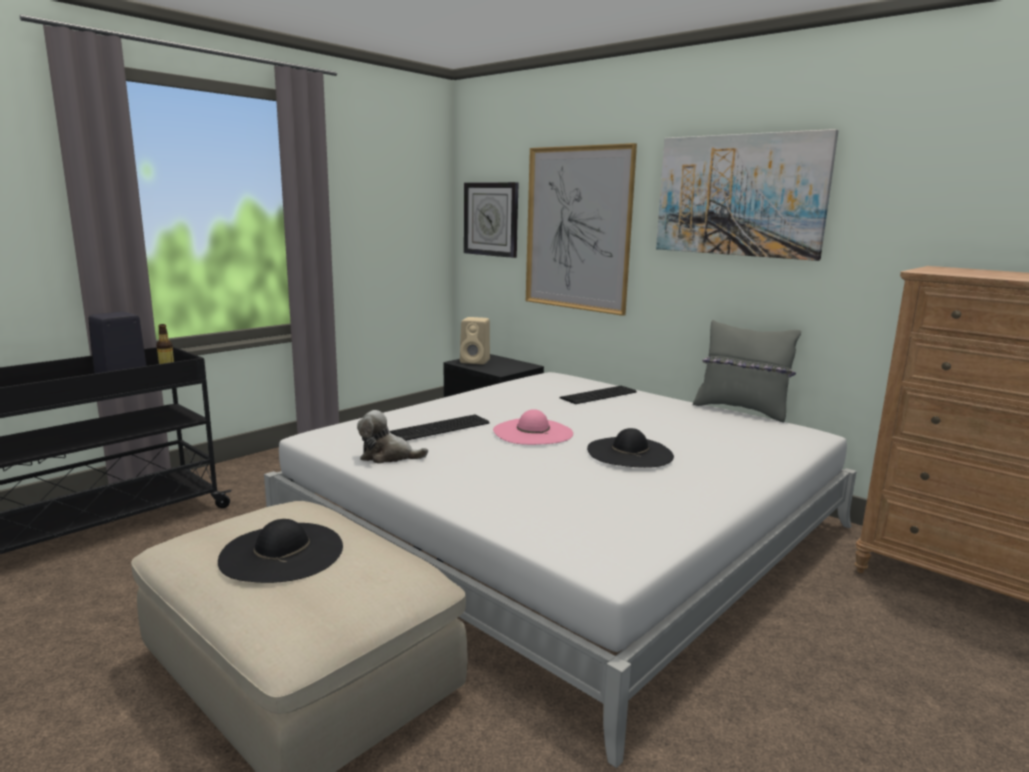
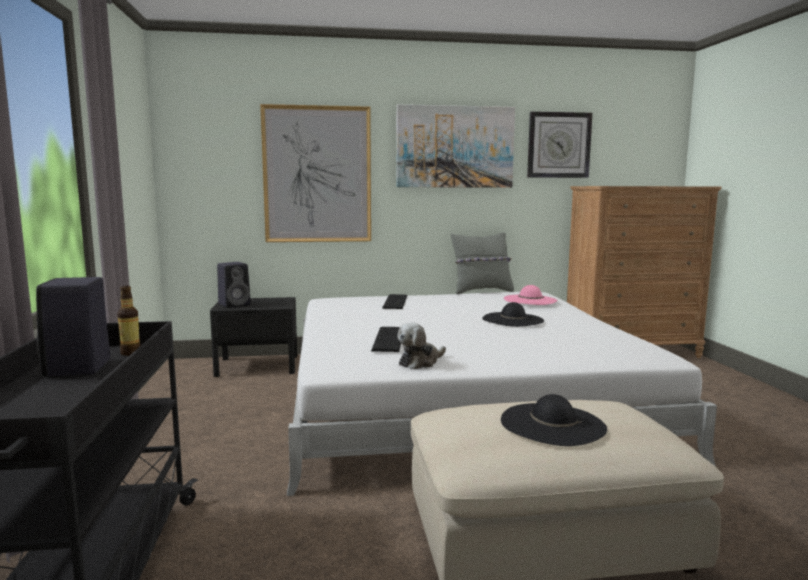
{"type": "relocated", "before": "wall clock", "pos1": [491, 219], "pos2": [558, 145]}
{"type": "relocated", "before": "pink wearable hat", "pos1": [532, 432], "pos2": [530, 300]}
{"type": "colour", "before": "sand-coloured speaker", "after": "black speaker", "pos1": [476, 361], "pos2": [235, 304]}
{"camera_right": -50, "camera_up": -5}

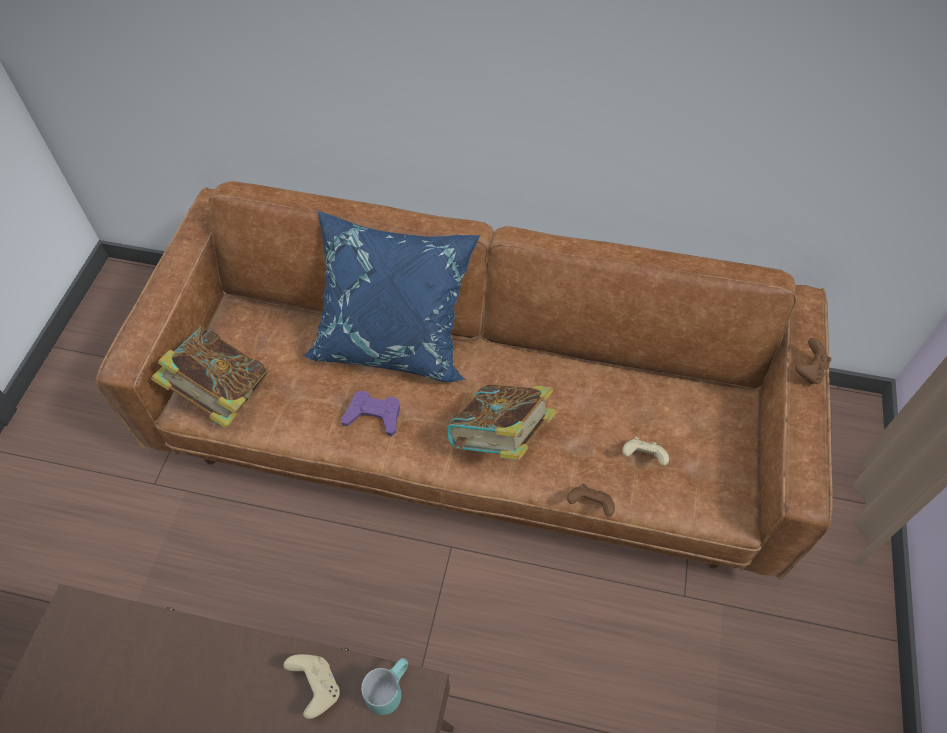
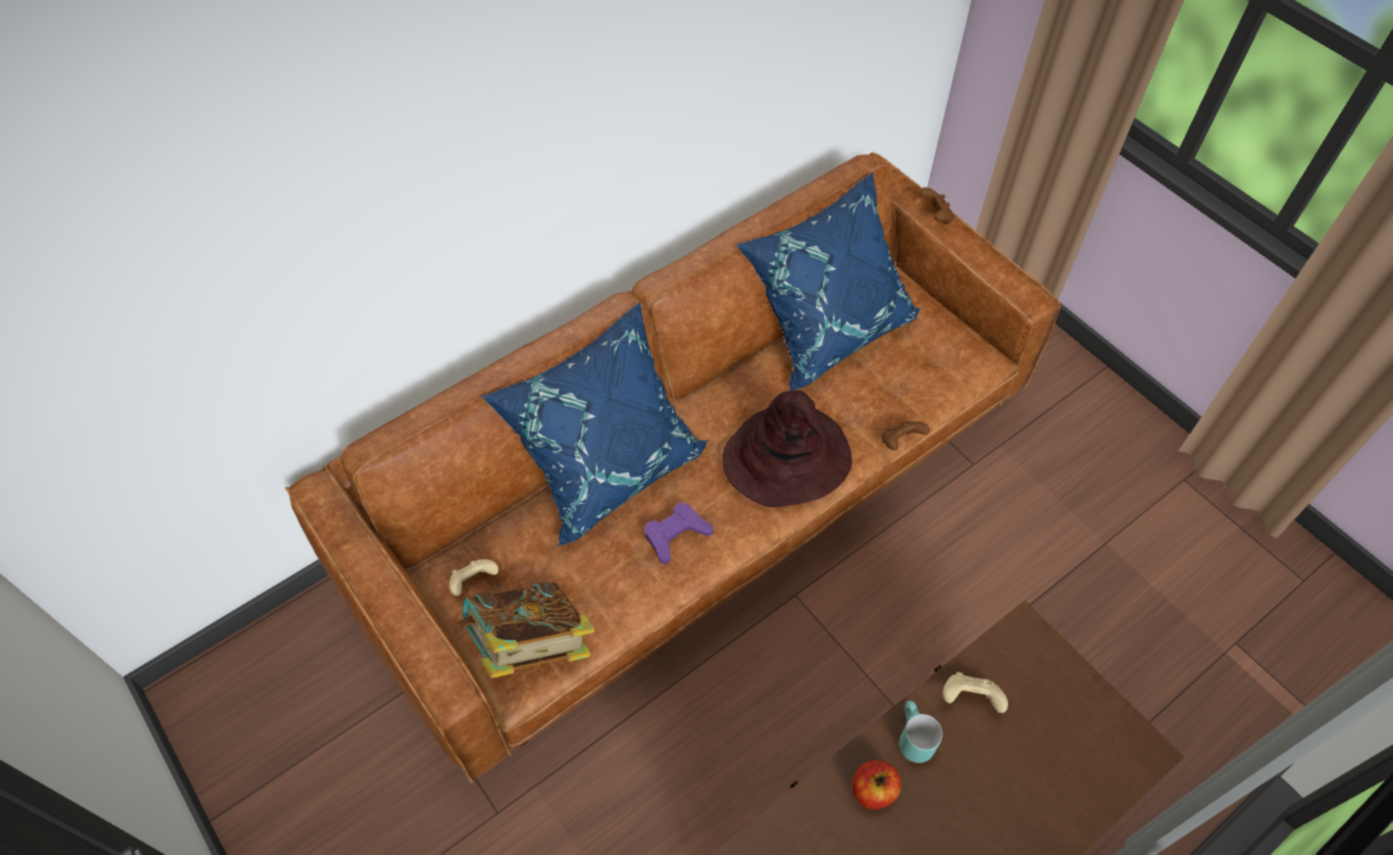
{"type": "appeared", "after": "bluish pillow", "pos2": [828, 327]}
{"type": "appeared", "after": "apple", "pos2": [873, 790]}
{"type": "relocated", "before": "turquoise coffee mug", "pos1": [387, 688], "pos2": [910, 738]}
{"type": "relocated", "before": "sand-coloured game controller", "pos1": [643, 457], "pos2": [474, 582]}
{"type": "exchanged", "before": "bound book", "after": "brownish wearable hat", "pos1": [500, 439], "pos2": [787, 458]}
{"camera_right": -50, "camera_up": 0}

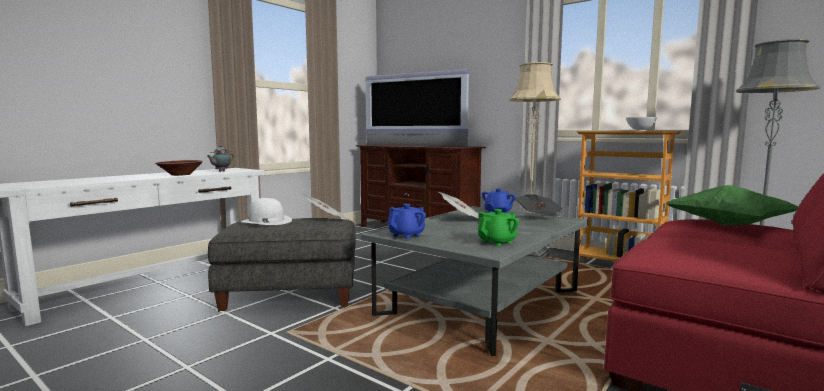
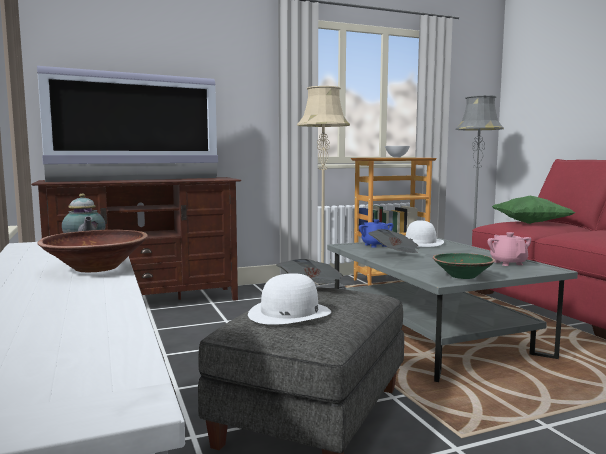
{"type": "exchanged", "before": "bluish pot for tea", "after": "green bowl", "pos1": [407, 235], "pos2": [462, 276]}
{"type": "exchanged", "before": "newspaper", "after": "white-coloured wearable hat", "pos1": [539, 218], "pos2": [420, 242]}
{"type": "colour", "before": "green pot for tea", "after": "pink pot for tea", "pos1": [497, 242], "pos2": [508, 263]}
{"camera_right": -60, "camera_up": 0}

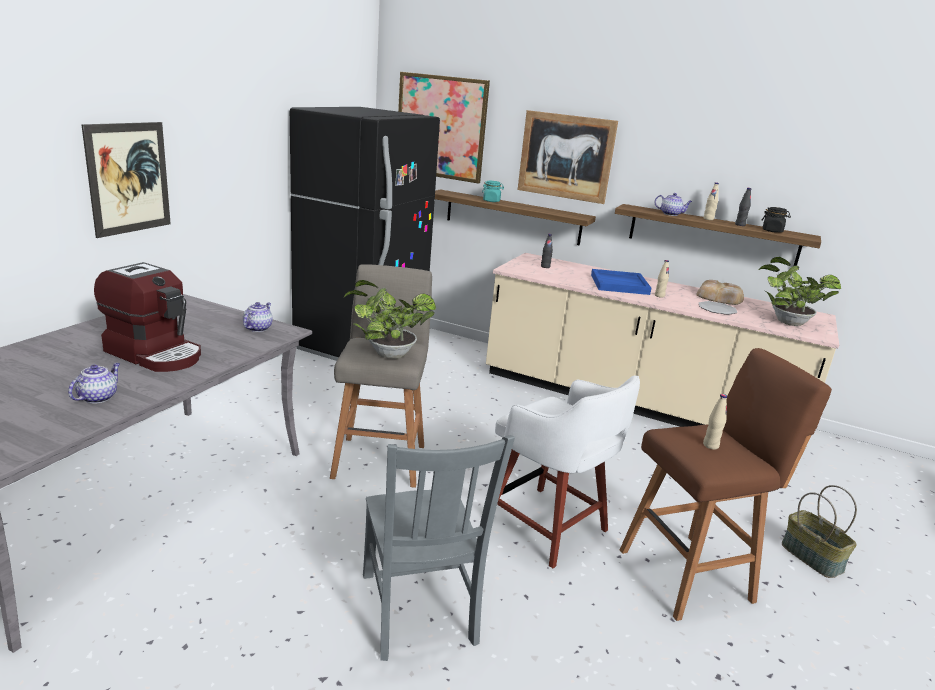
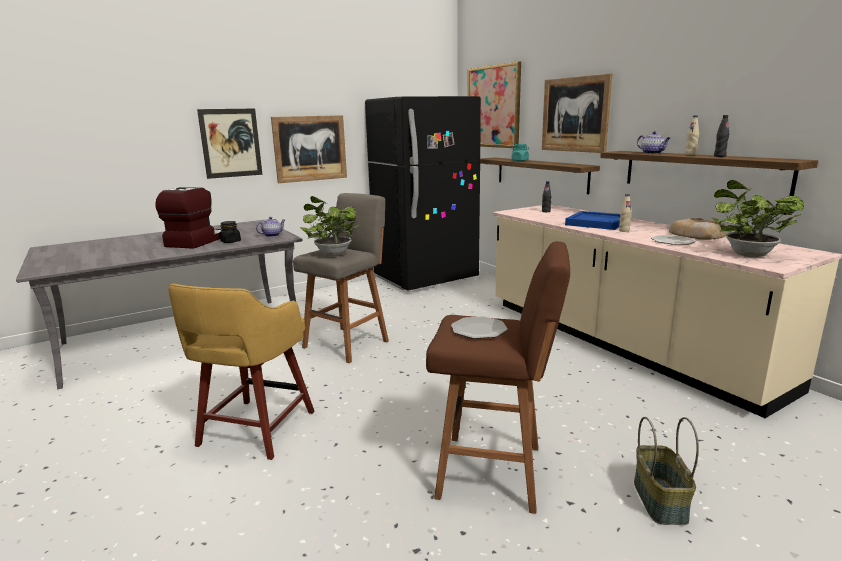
{"type": "missing", "before": "pot for tea", "pos1": [98, 397]}
{"type": "missing", "before": "white-coloured stool seat", "pos1": [548, 528]}
{"type": "appeared", "after": "wall picture", "pos2": [310, 148]}
{"type": "relocated", "before": "black storage jar", "pos1": [772, 231], "pos2": [231, 241]}
{"type": "exchanged", "before": "gray chair", "after": "yellow-coloured stool seat", "pos1": [418, 611], "pos2": [254, 430]}
{"type": "exchanged", "before": "sand-coloured drink bottle", "after": "dinner plate", "pos1": [710, 445], "pos2": [479, 329]}
{"type": "spun", "before": "coffee brewer", "pos1": [156, 354], "pos2": [196, 241], "turn": -135}
{"camera_right": 35, "camera_up": -5}

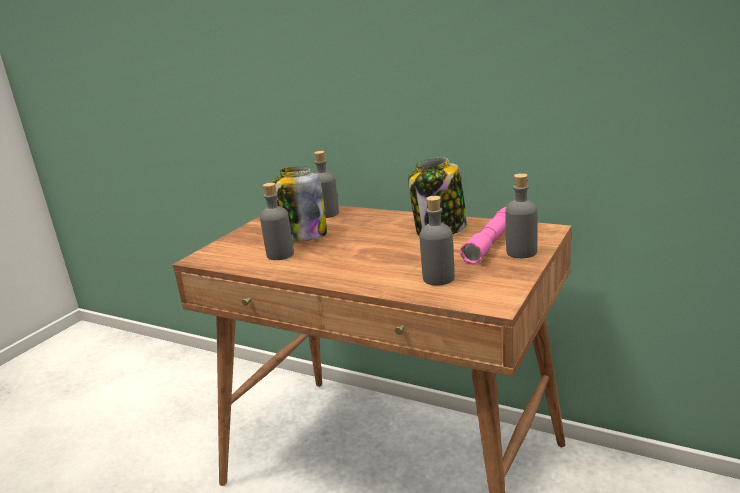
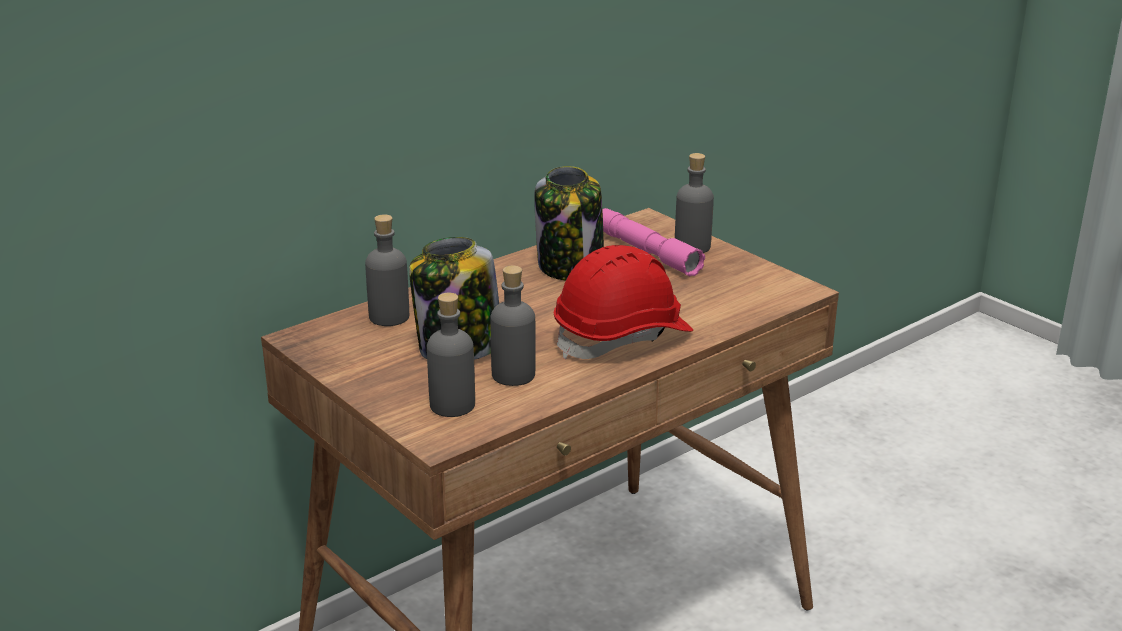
{"type": "appeared", "after": "red-coloured safety helmet", "pos2": [623, 337]}
{"type": "relocated", "before": "gray drink bottle", "pos1": [438, 278], "pos2": [452, 405]}
{"camera_right": -70, "camera_up": 5}

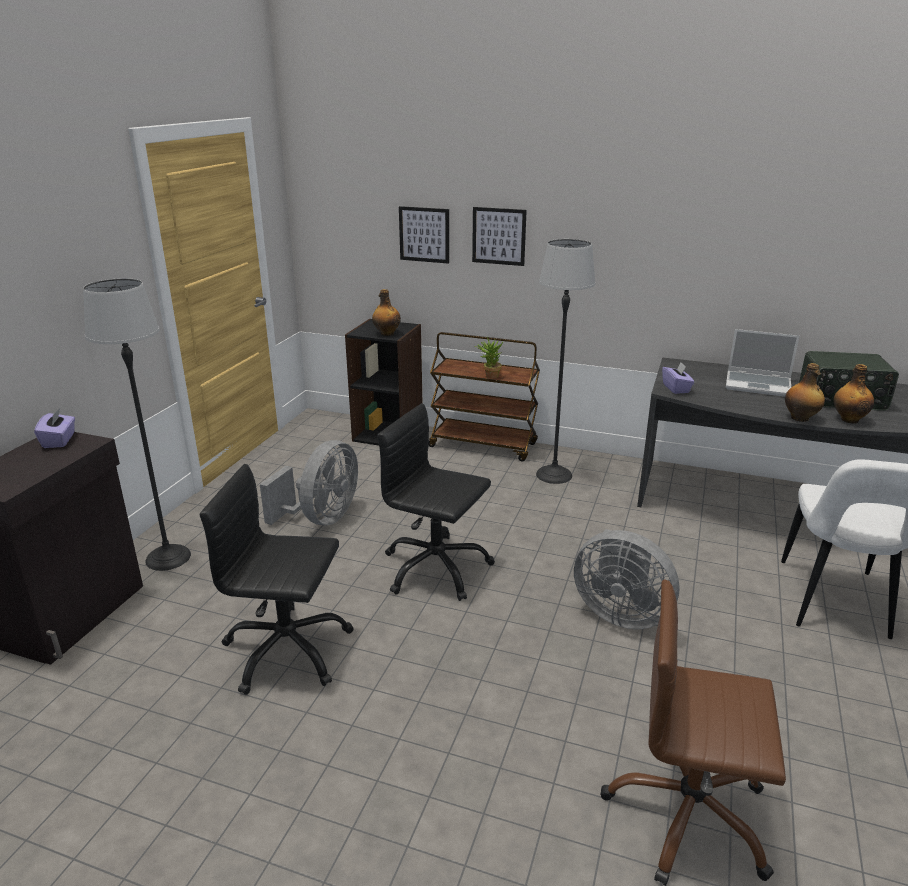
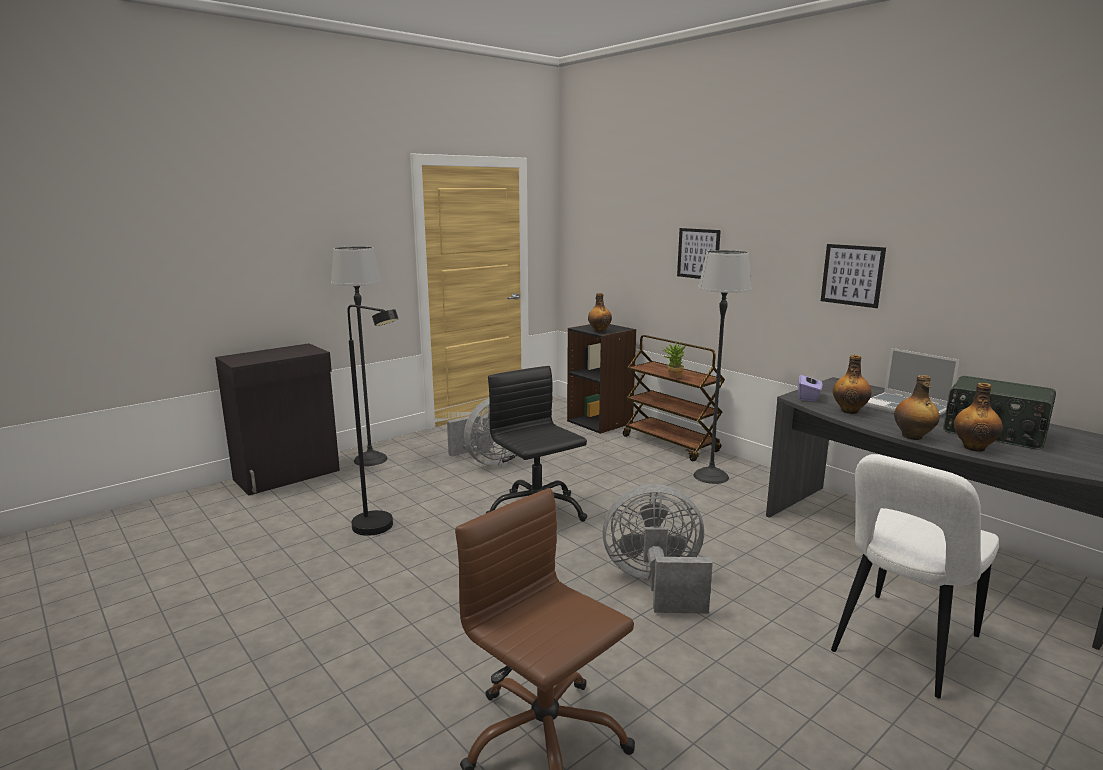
{"type": "missing", "before": "purple-coloured tissue holder", "pos1": [59, 440]}
{"type": "appeared", "after": "drink bottle", "pos2": [849, 411]}
{"type": "relocated", "before": "wall picture", "pos1": [424, 234], "pos2": [852, 275]}
{"type": "exchanged", "before": "black computer chair", "after": "black standard lamp", "pos1": [287, 650], "pos2": [380, 529]}
{"type": "spun", "before": "gray electric fan", "pos1": [621, 613], "pos2": [656, 584], "turn": 120}
{"camera_right": 30, "camera_up": -10}

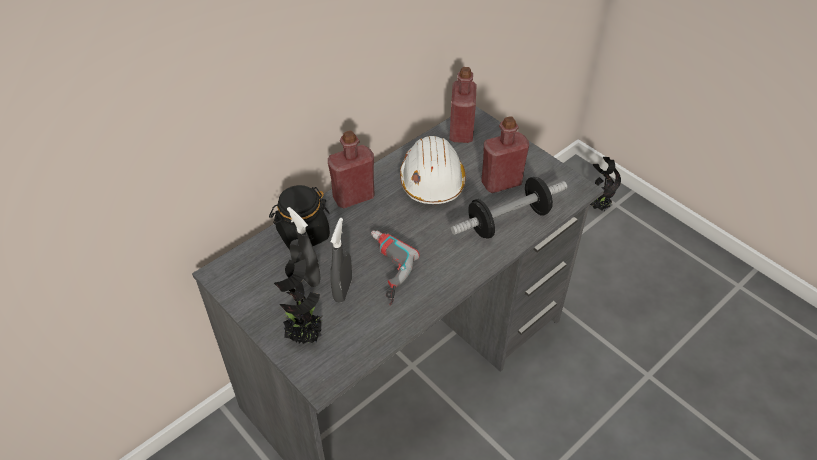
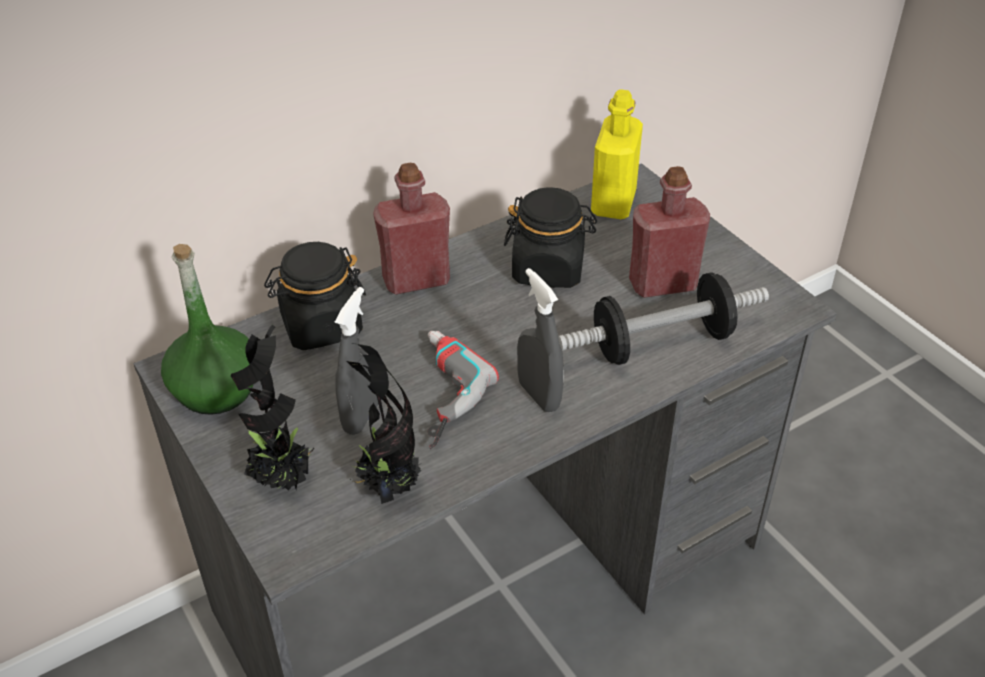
{"type": "appeared", "after": "green drink bottle", "pos2": [217, 389]}
{"type": "relocated", "before": "gray hand sprayer", "pos1": [307, 276], "pos2": [539, 396]}
{"type": "relocated", "before": "potted plant", "pos1": [597, 207], "pos2": [387, 486]}
{"type": "exchanged", "before": "white-coloured safety helmet", "after": "black storage jar", "pos1": [432, 180], "pos2": [548, 269]}
{"type": "colour", "before": "red-coloured drink bottle", "after": "yellow-coloured drink bottle", "pos1": [461, 132], "pos2": [613, 203]}
{"camera_right": 10, "camera_up": -5}

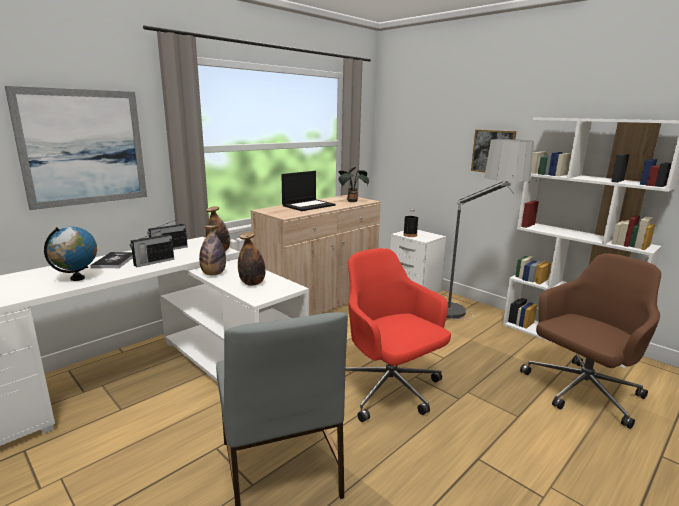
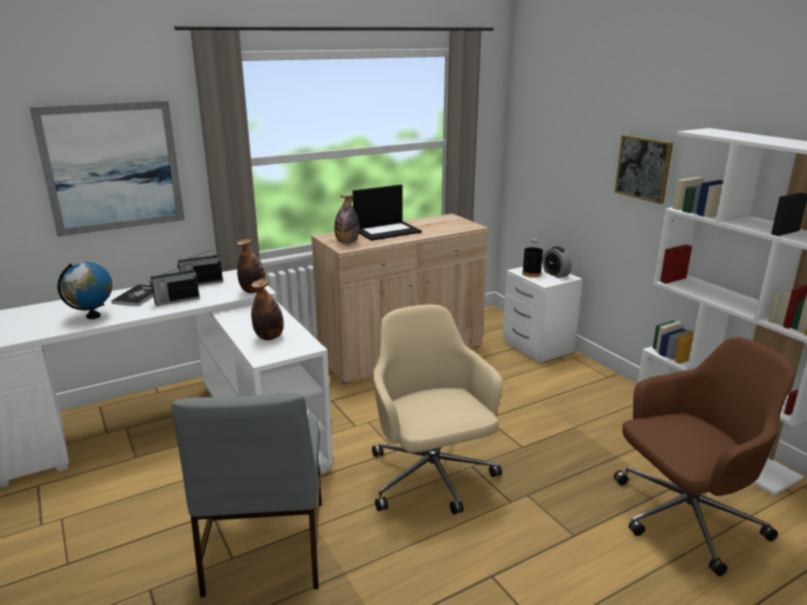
{"type": "missing", "before": "potted plant", "pos1": [351, 201]}
{"type": "missing", "before": "standard lamp", "pos1": [466, 324]}
{"type": "appeared", "after": "alarm clock", "pos2": [555, 274]}
{"type": "relocated", "before": "drink bottle", "pos1": [213, 274], "pos2": [347, 242]}
{"type": "colour", "before": "red-coloured computer chair", "after": "sand-coloured computer chair", "pos1": [390, 389], "pos2": [431, 478]}
{"camera_right": 15, "camera_up": 5}

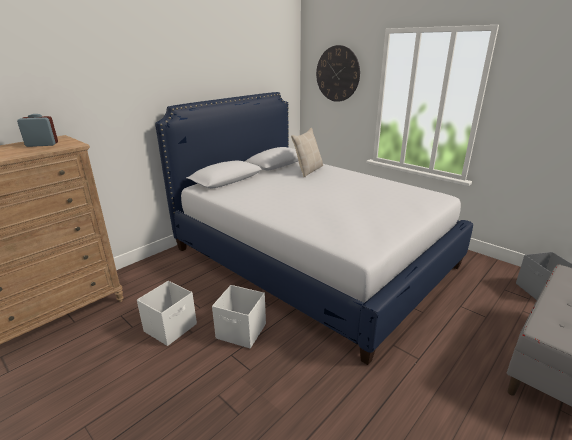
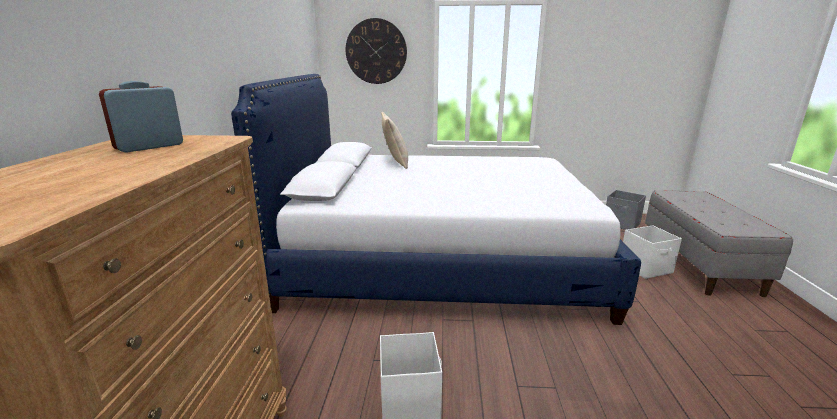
{"type": "relocated", "before": "white-coloured storage box", "pos1": [241, 332], "pos2": [646, 268]}
{"camera_right": -40, "camera_up": -5}

